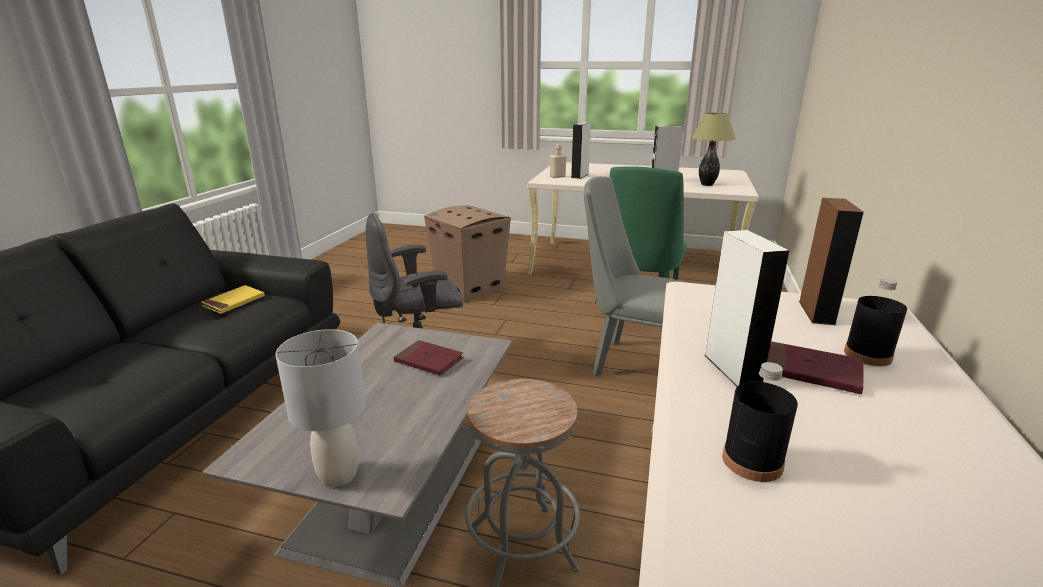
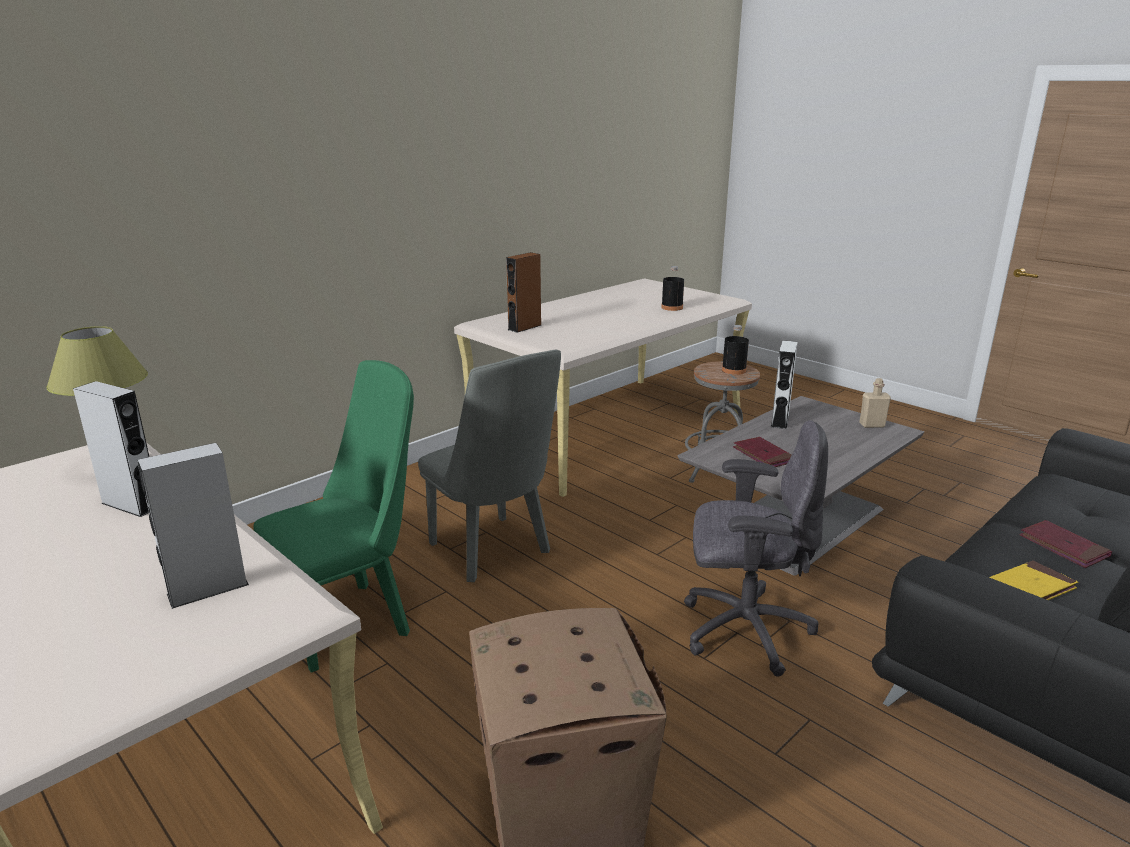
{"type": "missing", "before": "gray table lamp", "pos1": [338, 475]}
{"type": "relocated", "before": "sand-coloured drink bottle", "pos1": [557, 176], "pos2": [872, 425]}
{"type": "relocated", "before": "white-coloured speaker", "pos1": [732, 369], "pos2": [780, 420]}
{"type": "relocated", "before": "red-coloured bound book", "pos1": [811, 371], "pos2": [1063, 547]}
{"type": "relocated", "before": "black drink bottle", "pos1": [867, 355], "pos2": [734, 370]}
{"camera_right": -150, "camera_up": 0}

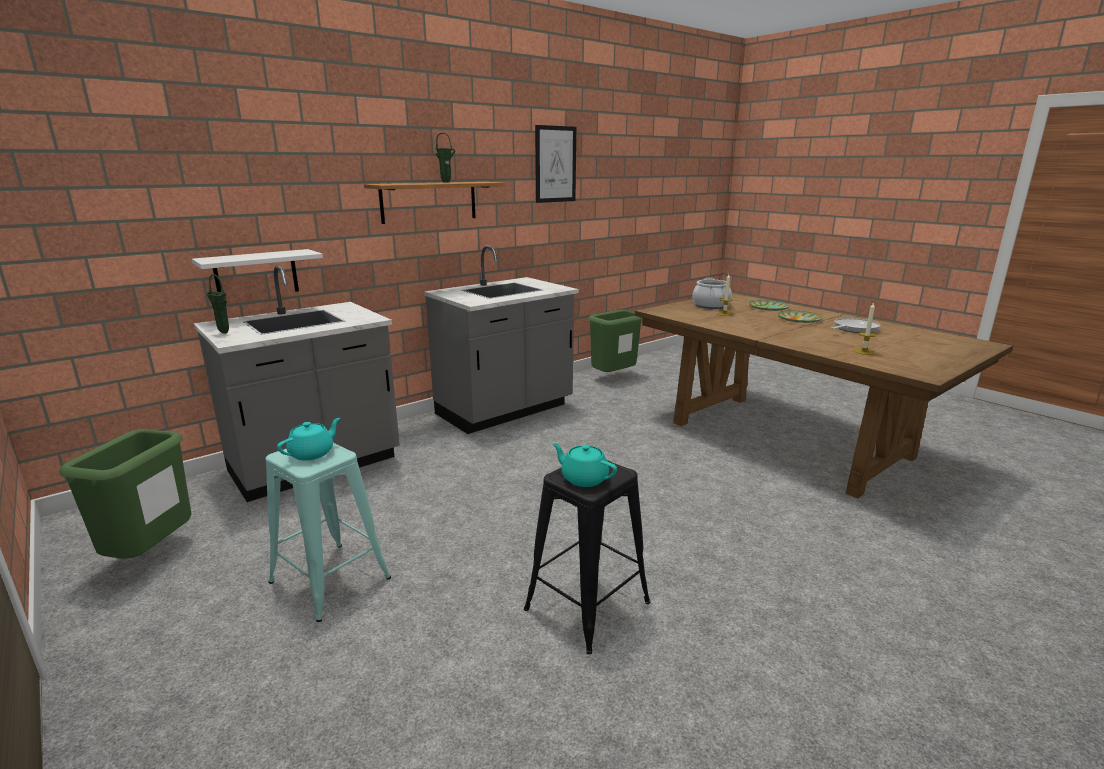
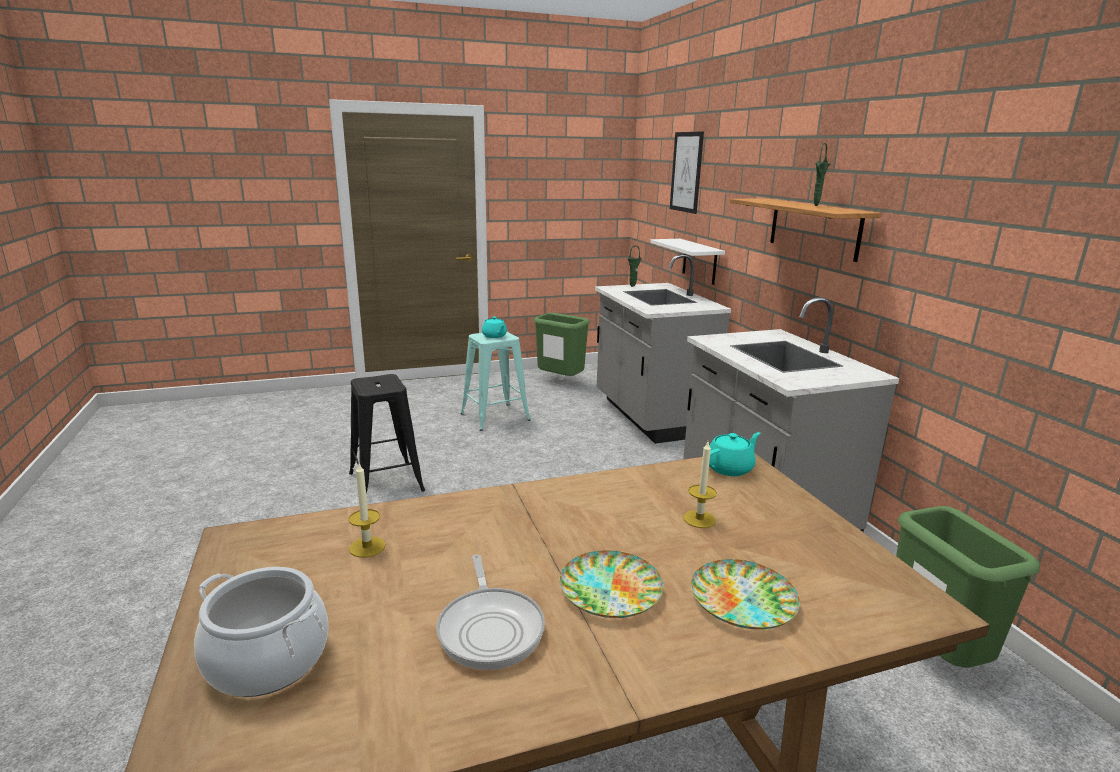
{"type": "relocated", "before": "wall picture", "pos1": [555, 164], "pos2": [686, 172]}
{"type": "relocated", "before": "turquoise pot for tea", "pos1": [583, 478], "pos2": [730, 468]}
{"type": "relocated", "before": "saucepot", "pos1": [710, 305], "pos2": [268, 659]}
{"camera_right": 110, "camera_up": 0}

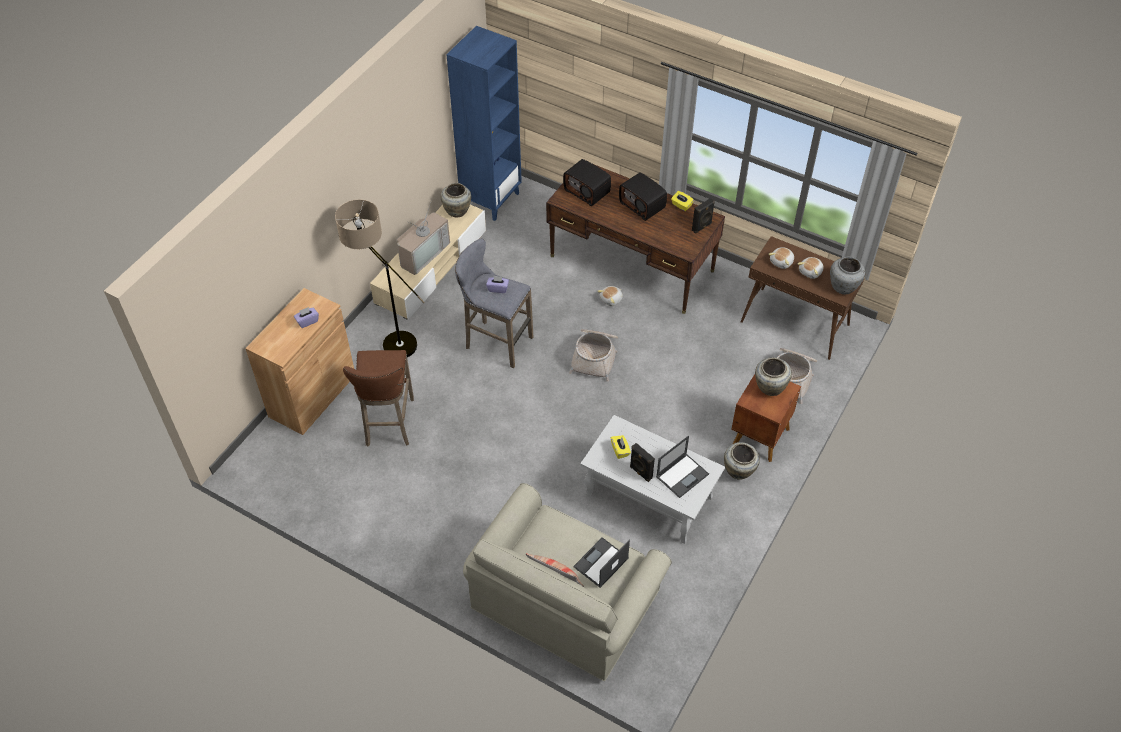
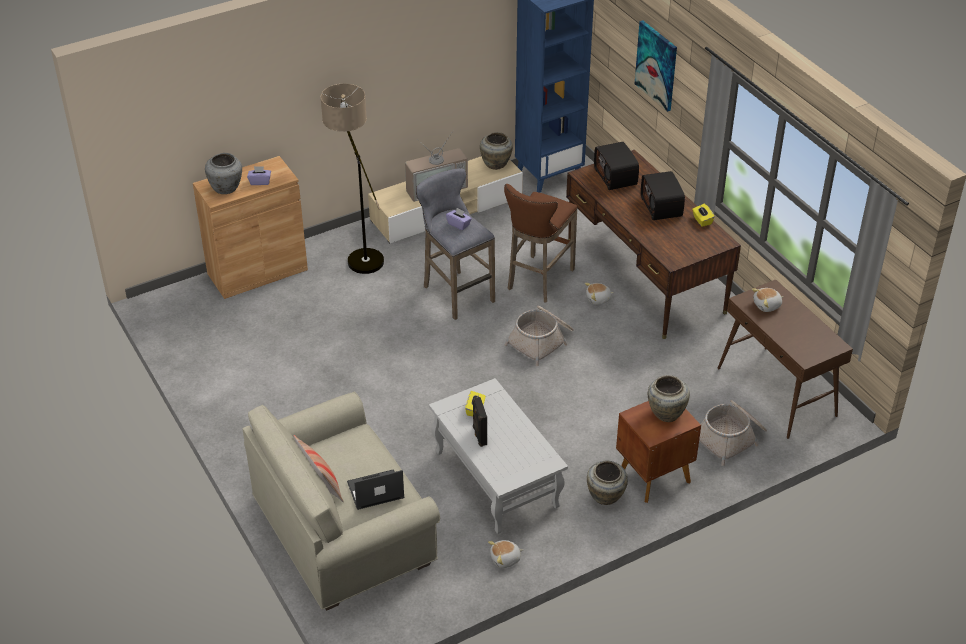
{"type": "missing", "before": "laptop", "pos1": [682, 475]}
{"type": "missing", "before": "black speaker", "pos1": [702, 227]}
{"type": "appeared", "after": "wall picture", "pos2": [656, 65]}
{"type": "relocated", "before": "brownish stool seat", "pos1": [389, 425], "pos2": [538, 281]}
{"type": "relocated", "before": "cuddly toy", "pos1": [811, 272], "pos2": [505, 559]}
{"type": "relocated", "before": "gray flower vase", "pos1": [843, 287], "pos2": [226, 188]}
{"camera_right": 30, "camera_up": -10}

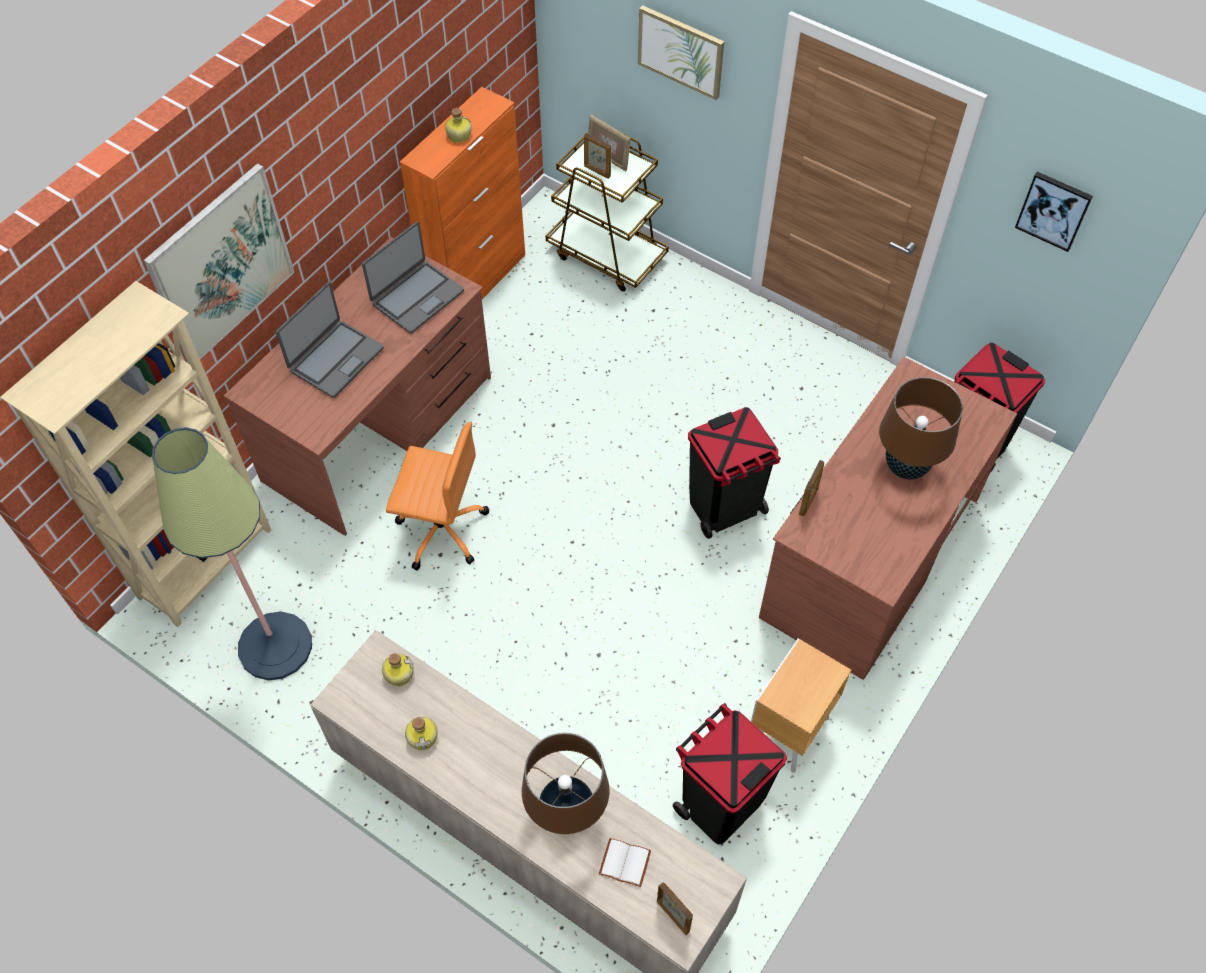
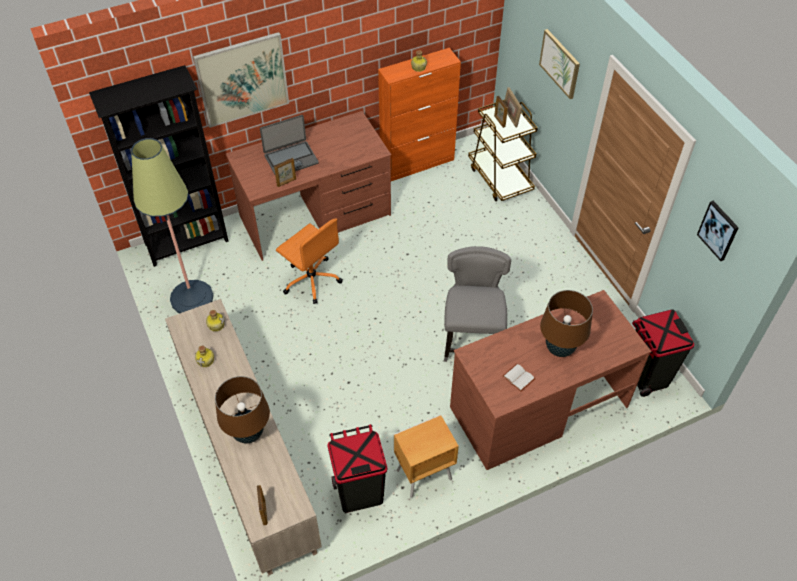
{"type": "missing", "before": "laptop", "pos1": [417, 297]}
{"type": "relocated", "before": "white-coloured bound book", "pos1": [626, 861], "pos2": [519, 377]}
{"type": "relocated", "before": "photo frame", "pos1": [808, 501], "pos2": [286, 182]}
{"type": "exchanged", "before": "black waste bin", "after": "gray chair", "pos1": [725, 508], "pos2": [472, 340]}
{"type": "colour", "before": "sand-coloured bookshelf", "after": "black bookshelf", "pos1": [207, 563], "pos2": [187, 243]}
{"camera_right": 30, "camera_up": -5}

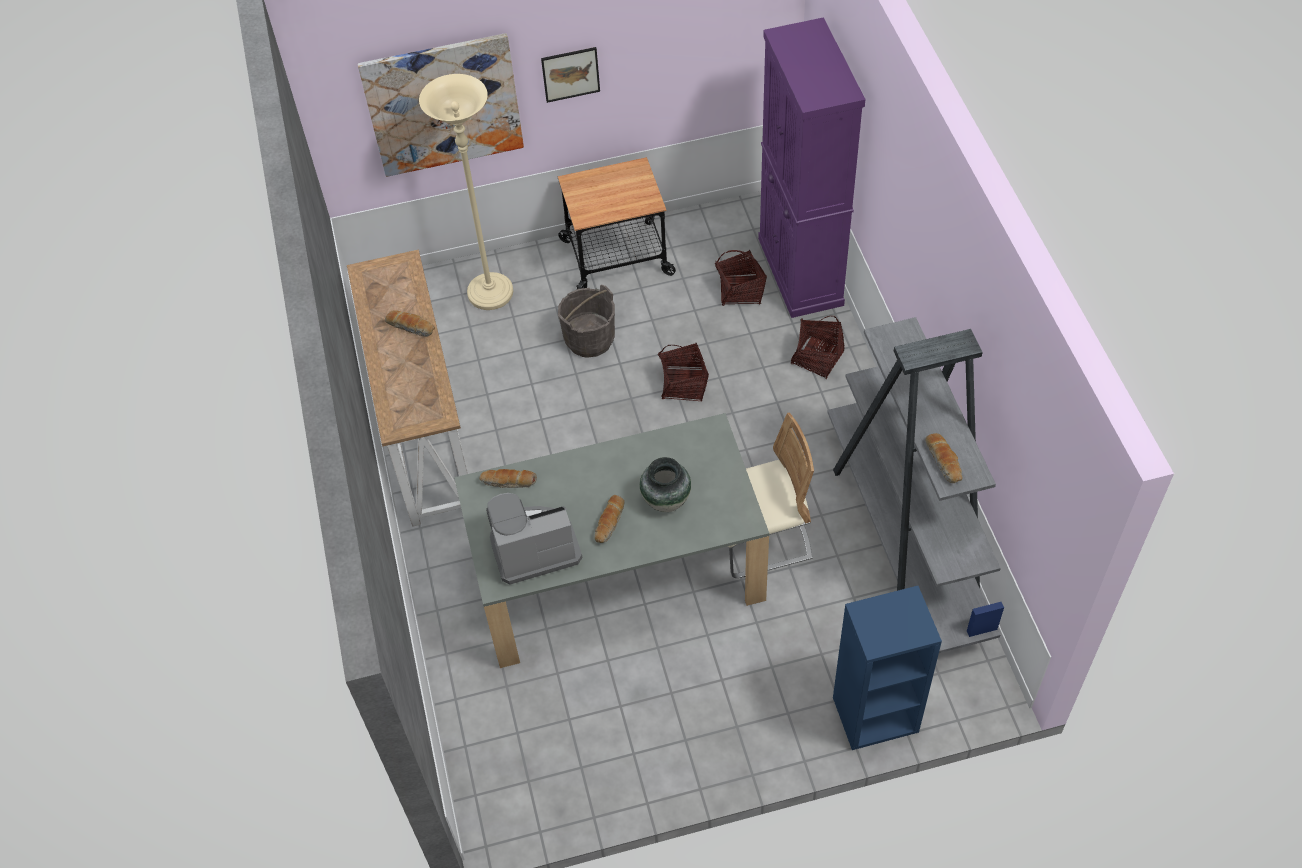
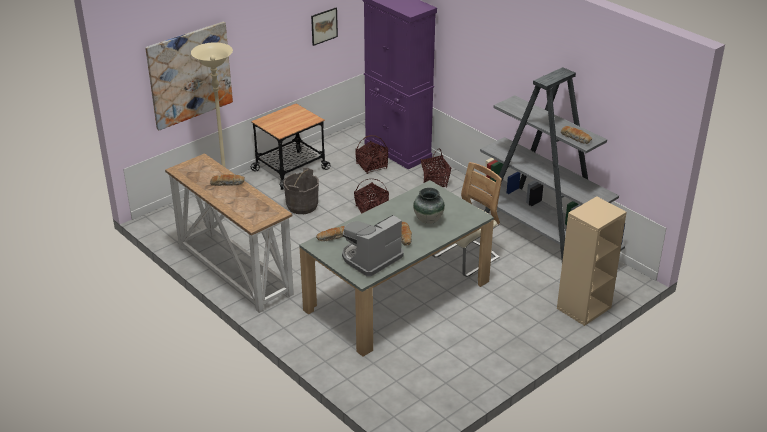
{"type": "relocated", "before": "wall picture", "pos1": [570, 74], "pos2": [324, 26]}
{"type": "colour", "before": "bluish bookshelf", "after": "sand-coloured bookshelf", "pos1": [874, 715], "pos2": [584, 308]}
{"camera_right": -30, "camera_up": -20}

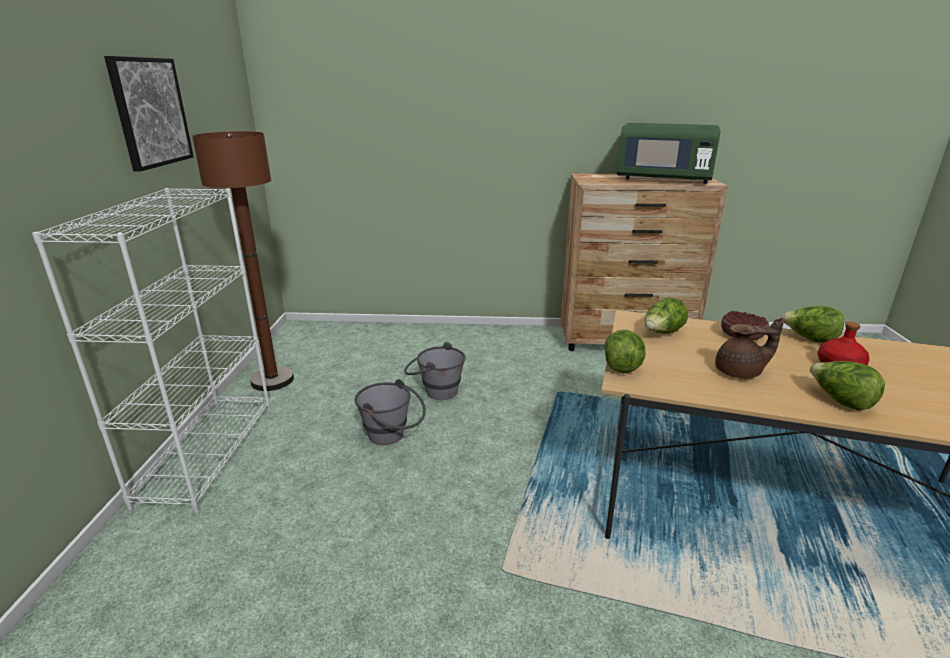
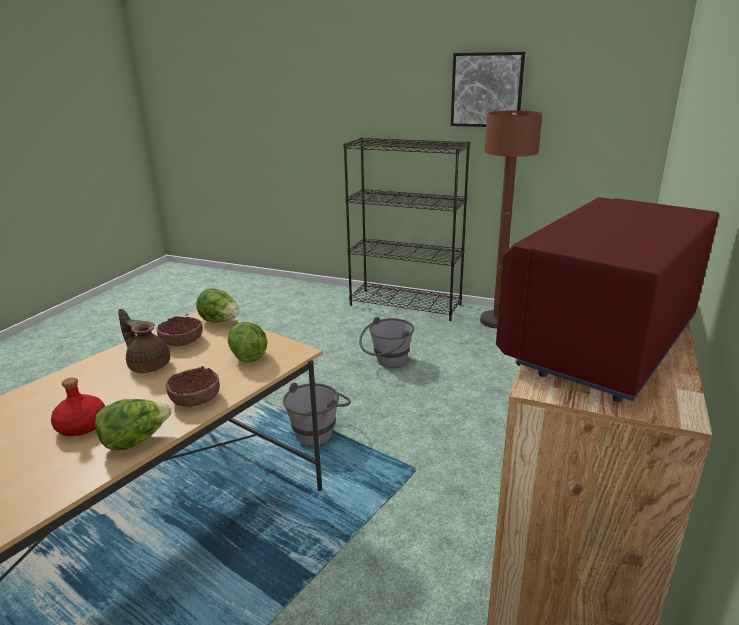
{"type": "missing", "before": "head of lettuce", "pos1": [840, 401]}
{"type": "appeared", "after": "bowl", "pos2": [182, 341]}
{"type": "relocated", "before": "gray bucket", "pos1": [435, 391], "pos2": [319, 431]}
{"type": "colour", "before": "white-coloured bookshelf", "after": "black bookshelf", "pos1": [208, 452], "pos2": [406, 305]}
{"type": "colour", "before": "green microwave oven", "after": "red-coloured microwave oven", "pos1": [663, 179], "pos2": [602, 343]}
{"type": "spun", "before": "brownish pot for tea", "pos1": [740, 373], "pos2": [148, 365], "turn": 105}
{"camera_right": 110, "camera_up": 0}

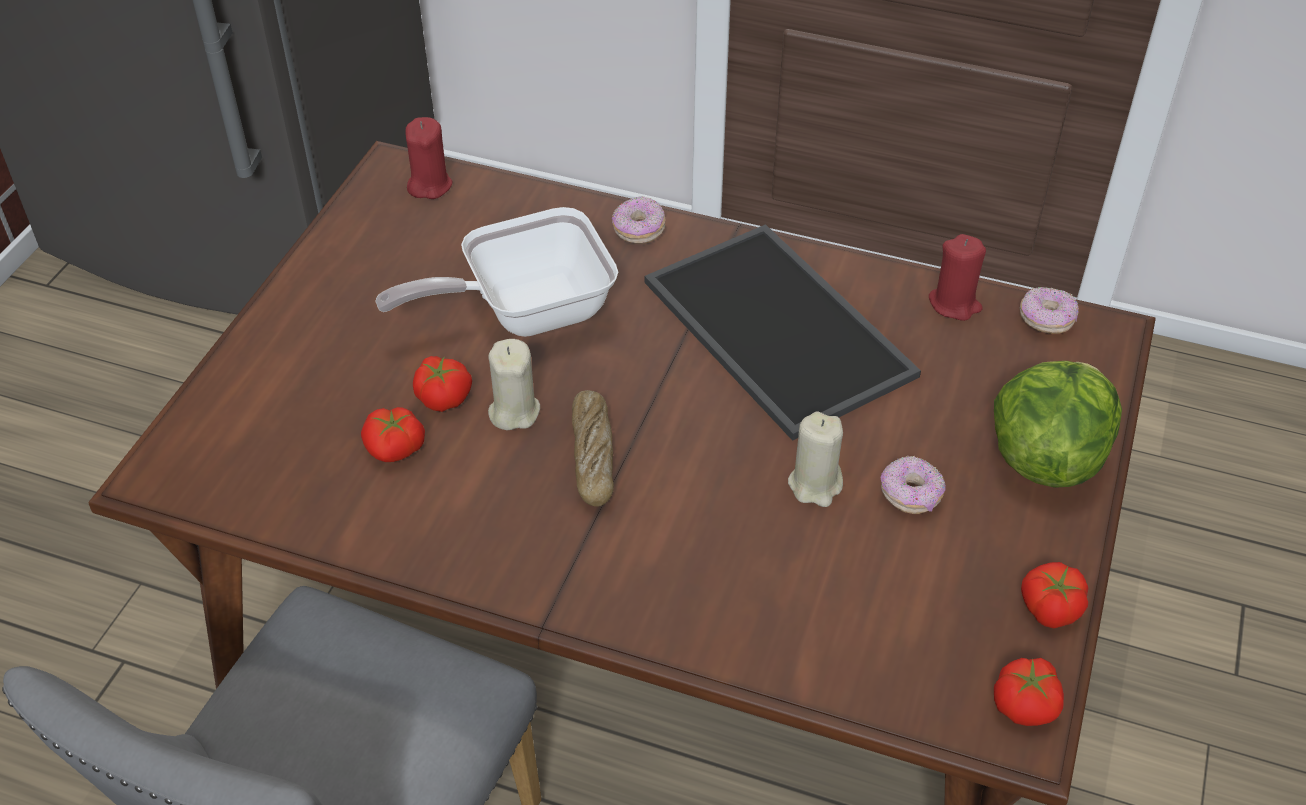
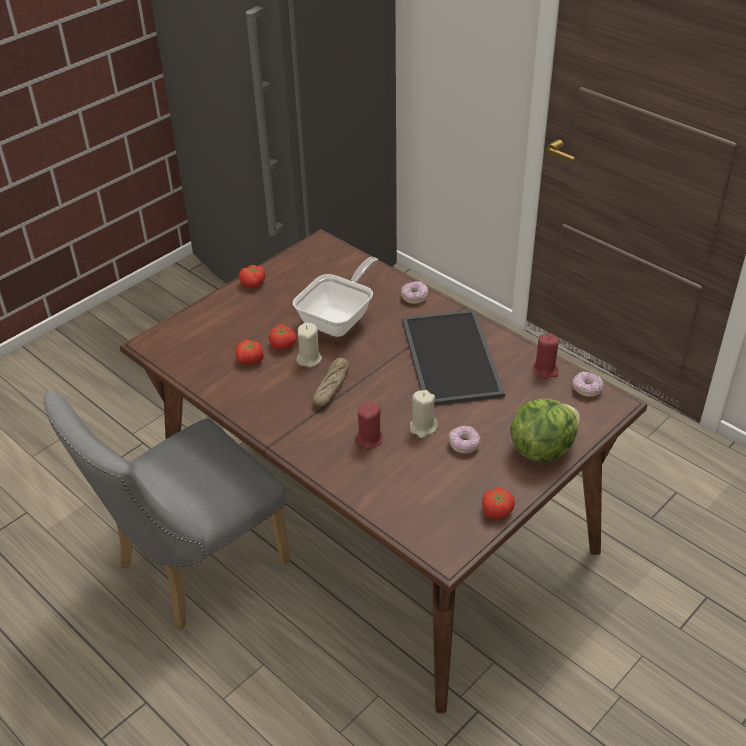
{"type": "relocated", "before": "red-coloured wax light", "pos1": [429, 185], "pos2": [369, 439]}
{"type": "relocated", "before": "fresh tomato", "pos1": [1026, 705], "pos2": [253, 284]}
{"type": "spun", "before": "frying pan", "pos1": [525, 312], "pos2": [340, 319], "turn": 120}
{"camera_right": 25, "camera_up": -5}

